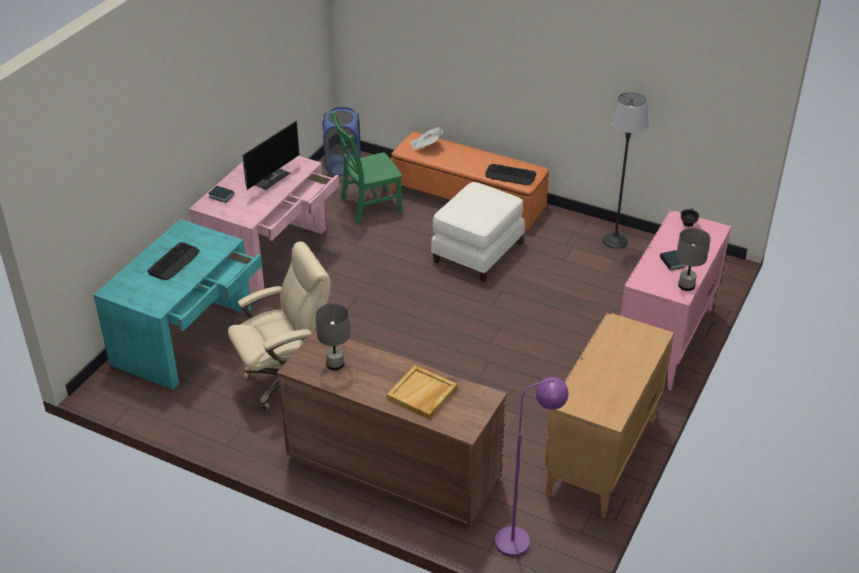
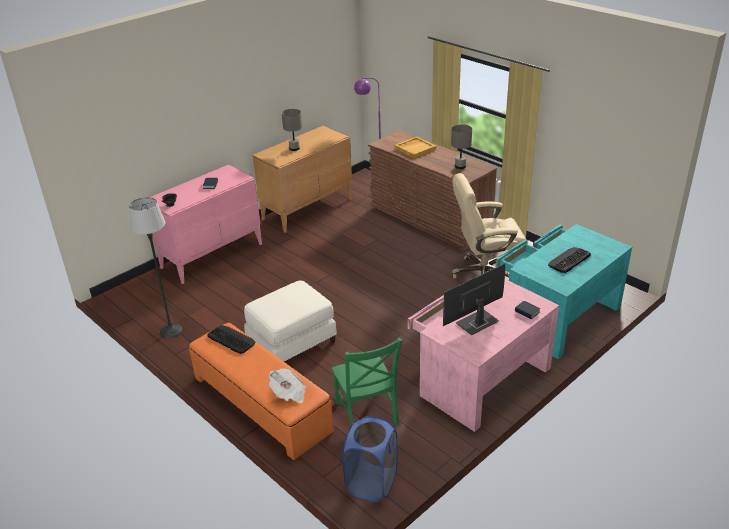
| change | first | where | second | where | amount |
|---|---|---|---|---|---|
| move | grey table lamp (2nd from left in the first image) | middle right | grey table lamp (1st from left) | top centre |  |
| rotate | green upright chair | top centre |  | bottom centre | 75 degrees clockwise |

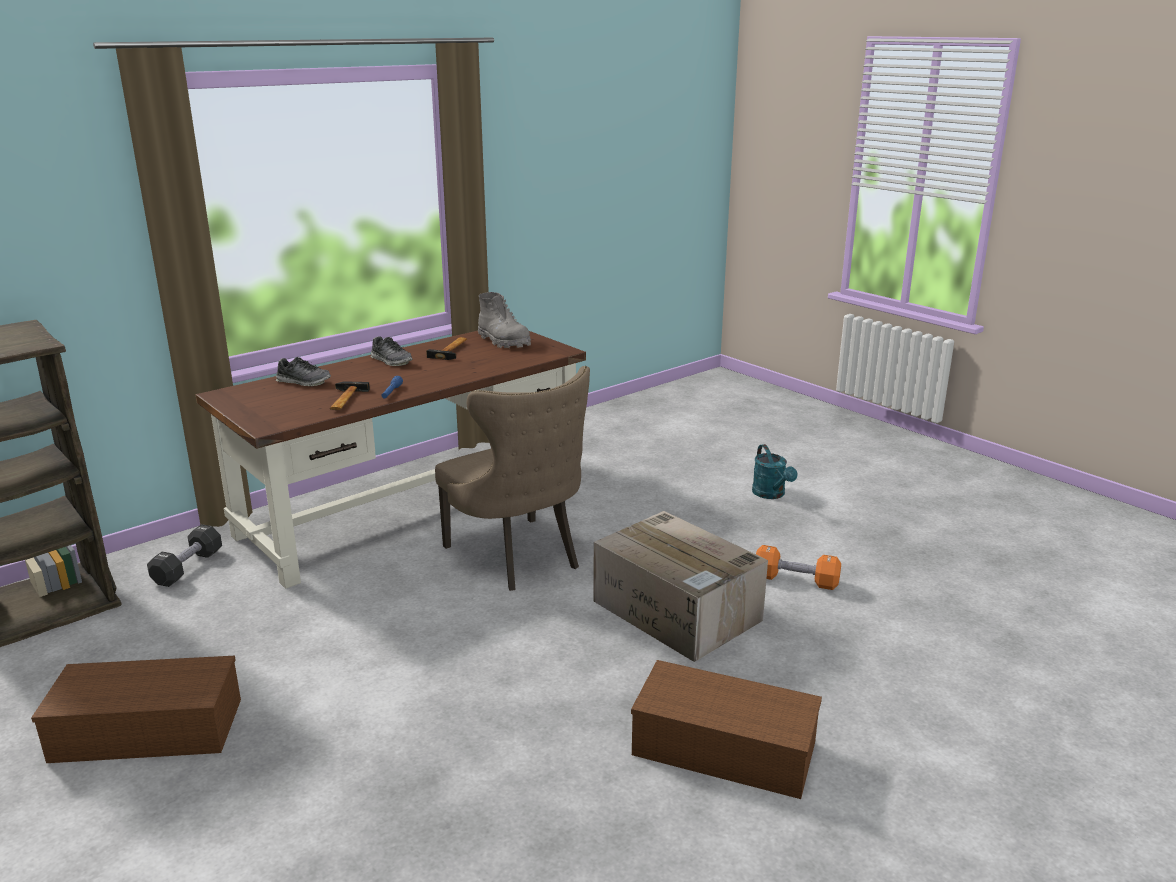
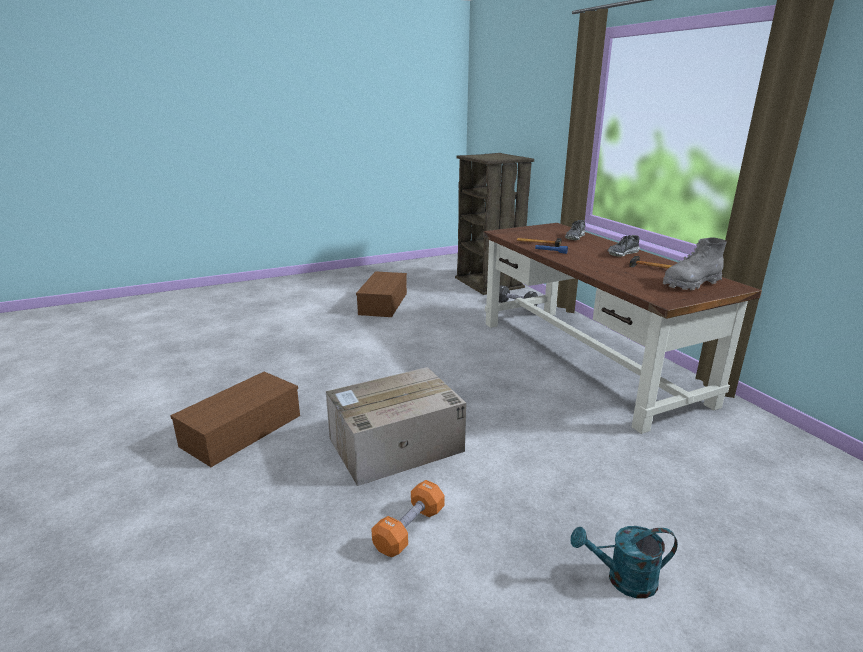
| change | first | where | second | where | amount |
|---|---|---|---|---|---|
| delete | beige-coloured upright chair | centre |  |  |  |

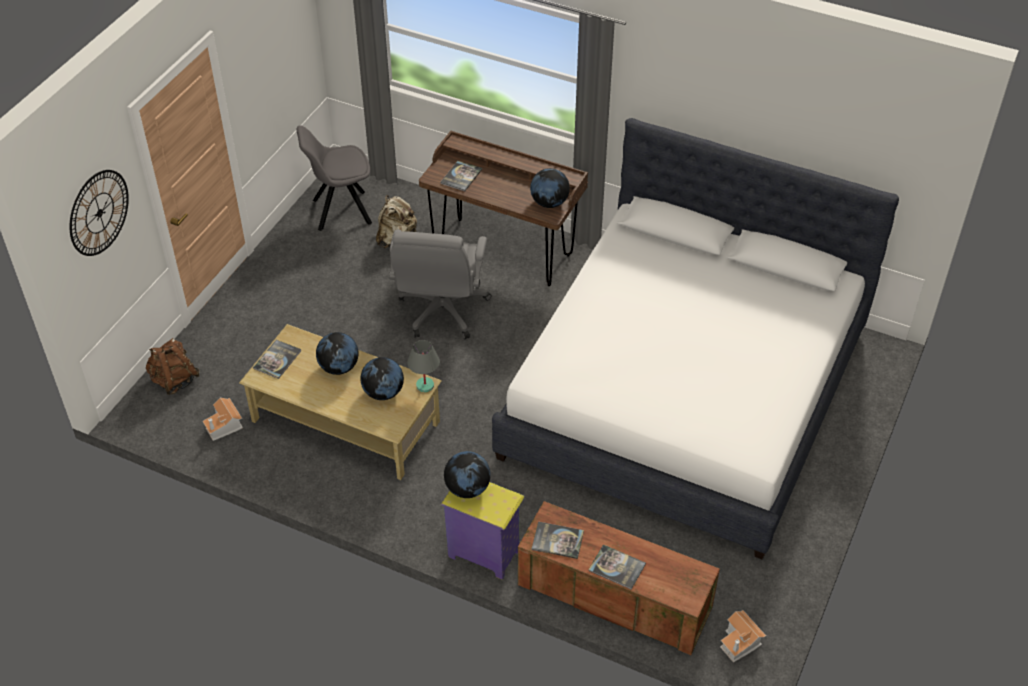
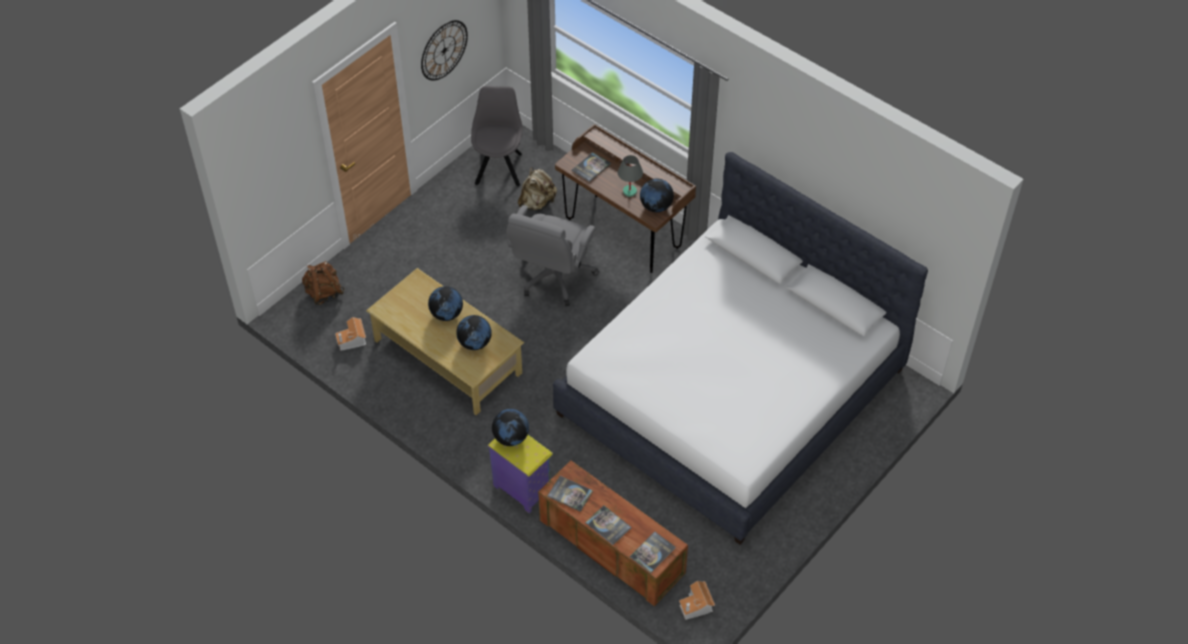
| change | first | where | second | where | amount |
|---|---|---|---|---|---|
| move | wall clock | top left |  | top centre |  |
| rotate | grey upright chair | top left |  | top centre | 90 degrees clockwise |
| move | grey table lamp | centre |  | top centre |  |
| move | bound book (1st from left in the first image) | middle left | bound book (4th from left) | bottom centre |  |

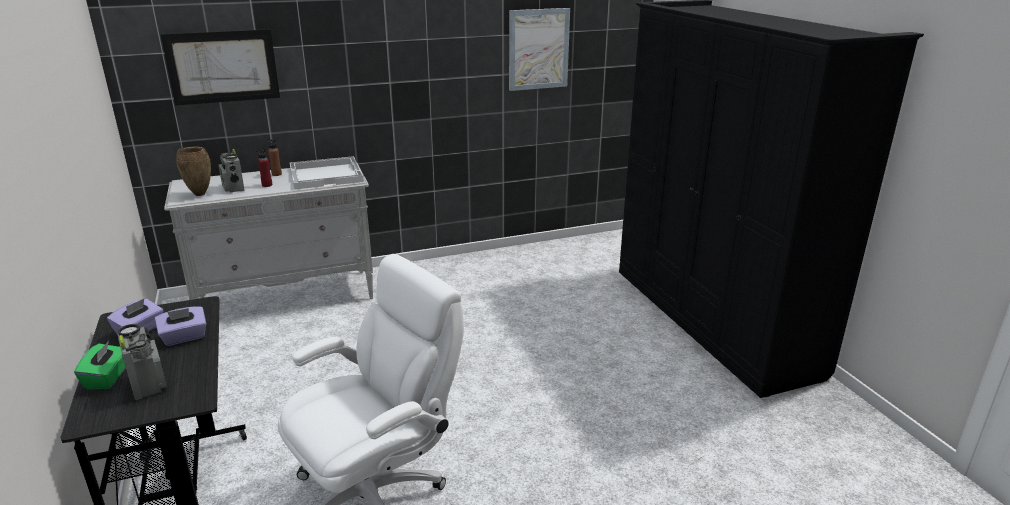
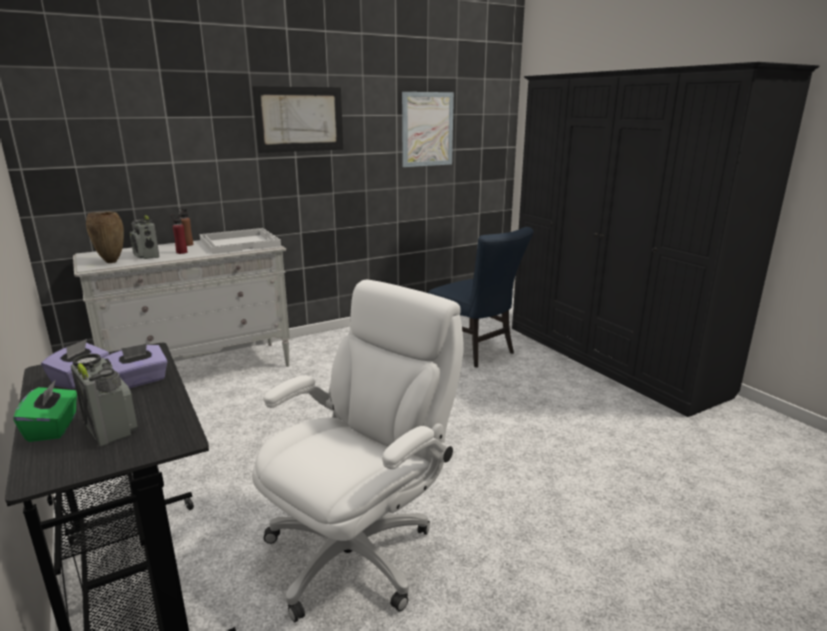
| change | first | where | second | where | amount |
|---|---|---|---|---|---|
| move | picture (1st from left) | top left |  | top centre |  |
| insert |  |  | blue-coloured upright chair | centre |  |

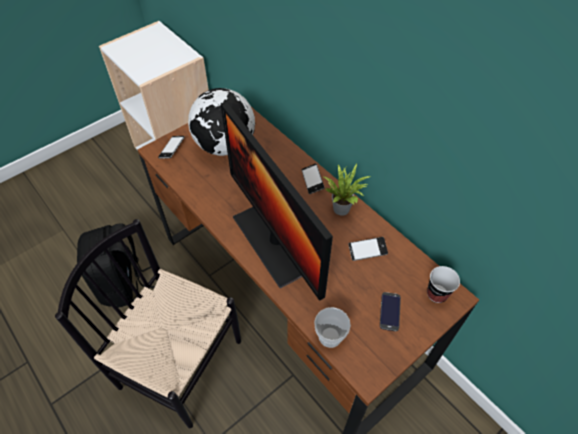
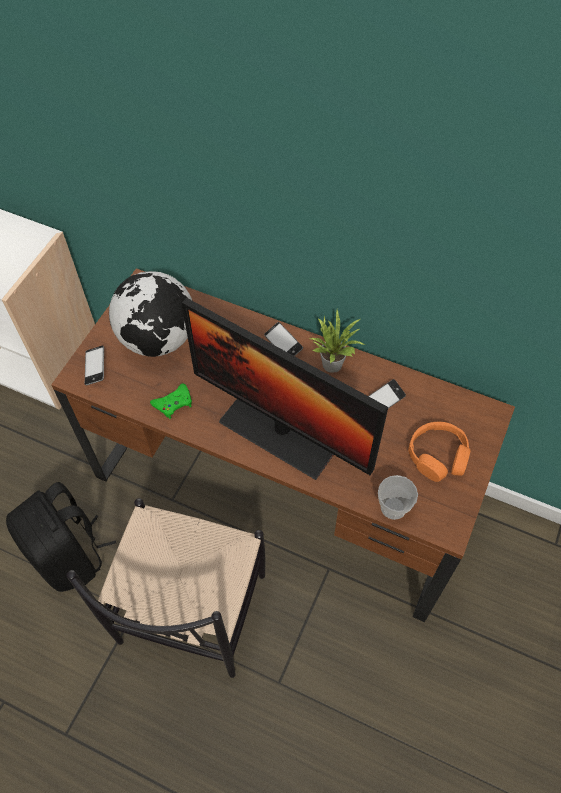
| change | first | where | second | where | amount |
|---|---|---|---|---|---|
| rotate | black-coloured upright chair | bottom left |  | bottom left | 75 degrees counterclockwise |
| insert |  |  | green game controller | middle left |  |
| replace | phone (4th from left) | bottom right | orange headset | middle right |  |
| delete | drinking cup (2nd from left) | middle right |  |  |  |

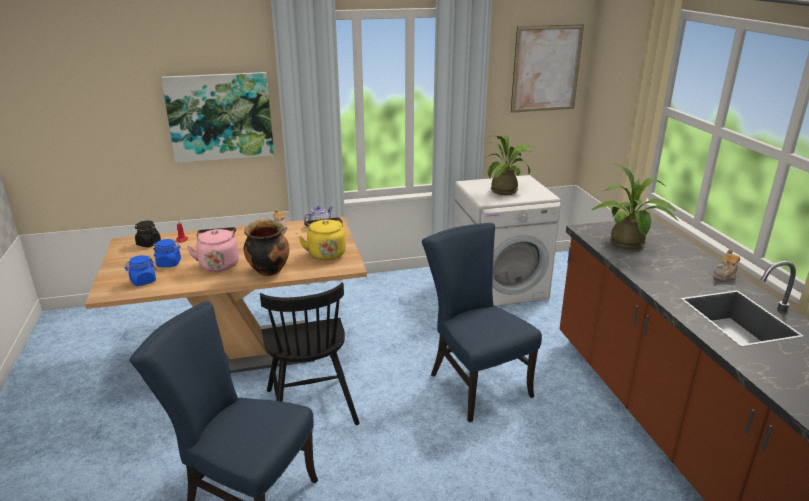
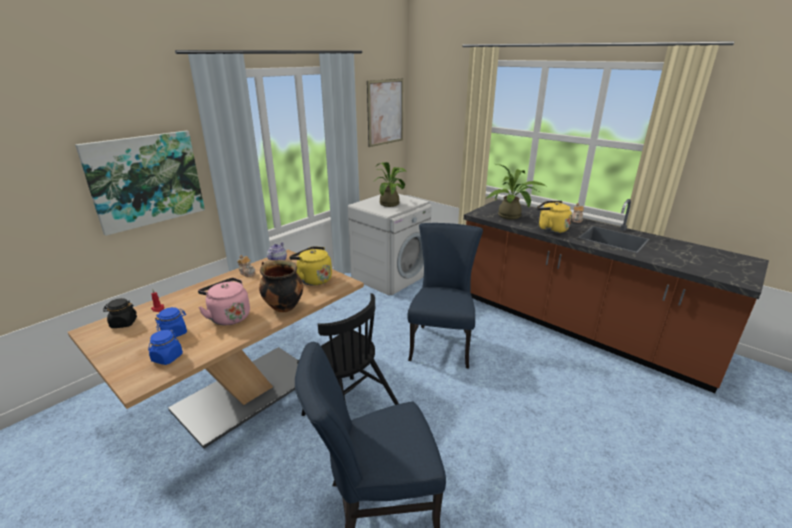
| change | first | where | second | where | amount |
|---|---|---|---|---|---|
| rotate | blue-coloured upright chair (2nd from left) | centre |  | centre | 75 degrees clockwise |
| insert |  |  | yellow kettle (2nd from left) | middle right |  |

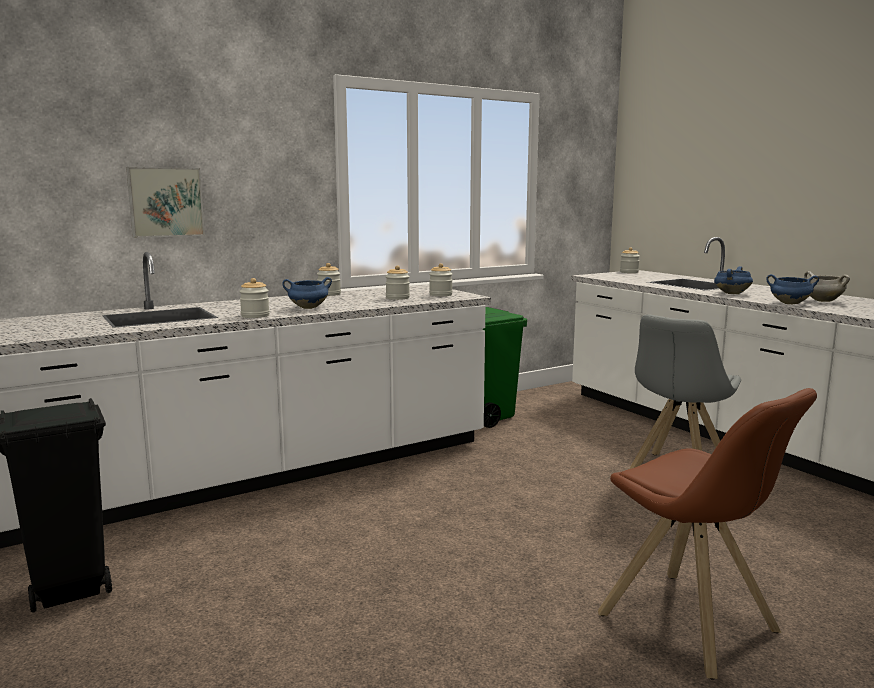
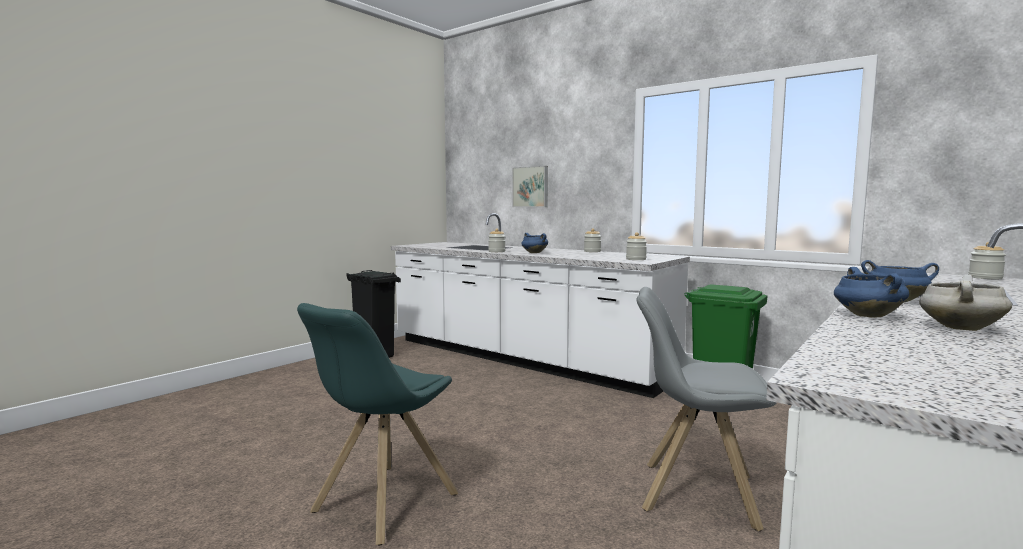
| change | first | where | second | where | amount |
|---|---|---|---|---|---|
| recolor | brown-coloured upright chair | bottom right | blue-green upright chair | bottom centre |  |
| delete | storage jar (3rd from left) | centre |  |  |  |

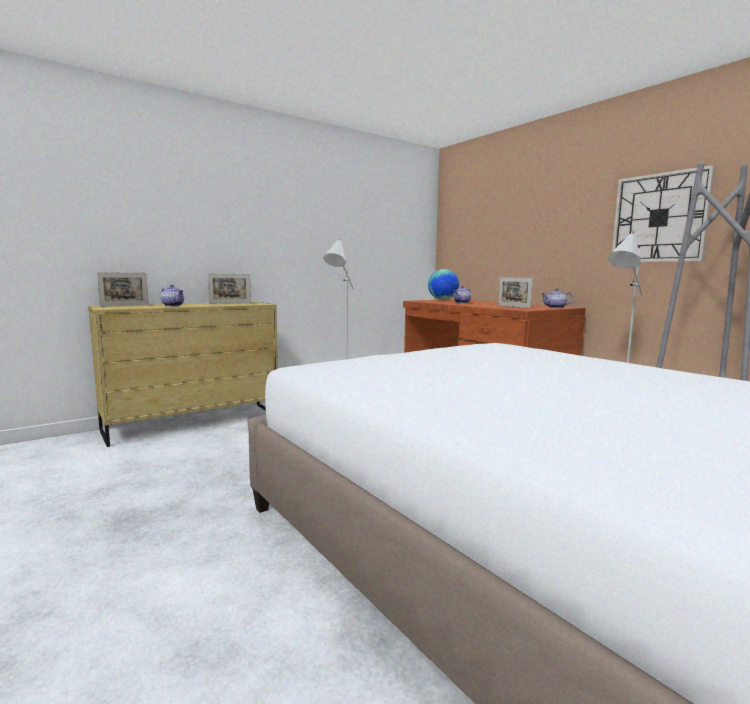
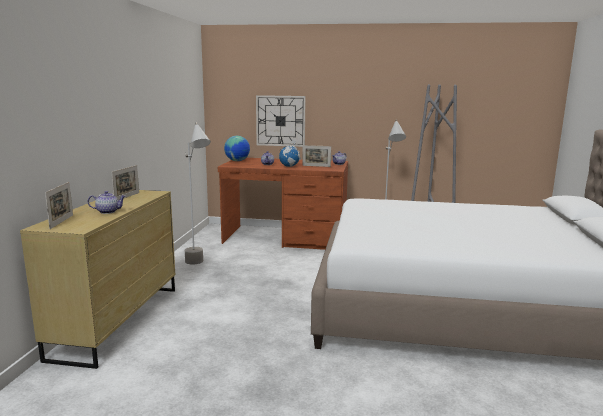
| change | first | where | second | where | amount |
|---|---|---|---|---|---|
| move | wall clock | top right |  | top centre |  |
| insert |  |  | world globe (2nd from left) | centre |  |

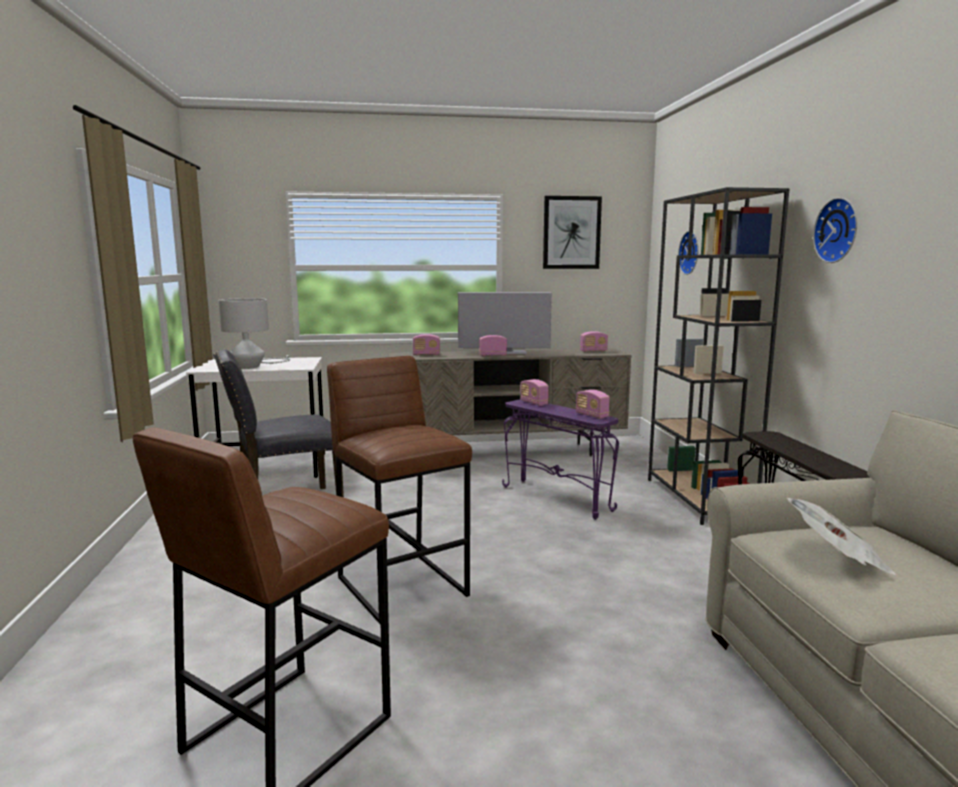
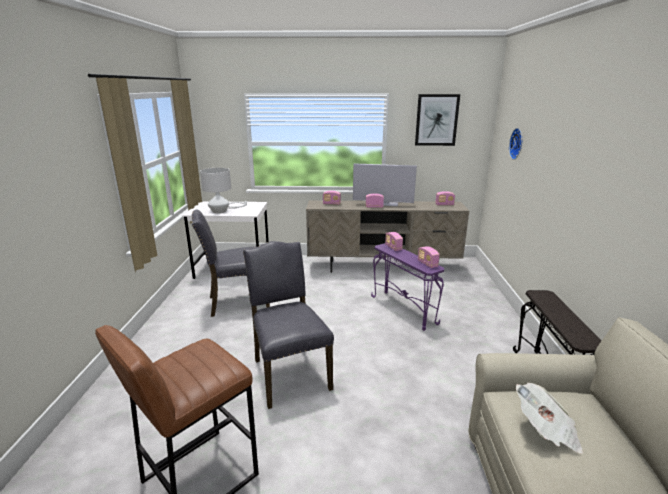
| change | first | where | second | where | amount |
|---|---|---|---|---|---|
| replace | brown-coloured stool seat (2nd from left) | centre | grey upright chair (2nd from left) | centre |  |
| delete | bookshelf | middle right |  |  |  |
| delete | wall clock (2nd from left) | top right |  |  |  |

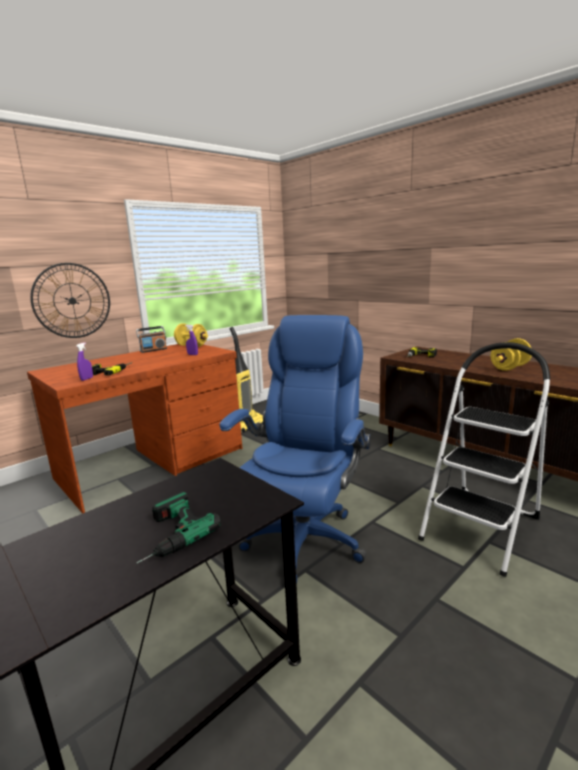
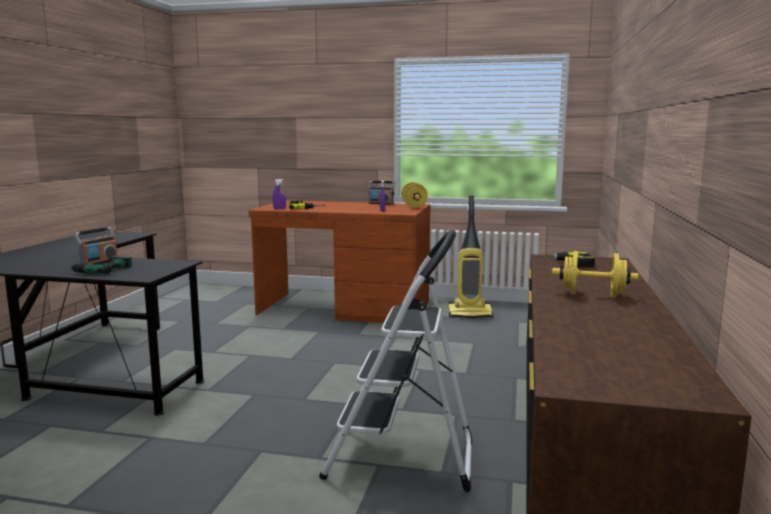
| change | first | where | second | where | amount |
|---|---|---|---|---|---|
| insert |  |  | radio receiver (1st from left) | middle left |  |
| delete | wall clock | middle left |  |  |  |
| delete | blue-coloured computer chair | centre |  |  |  |

